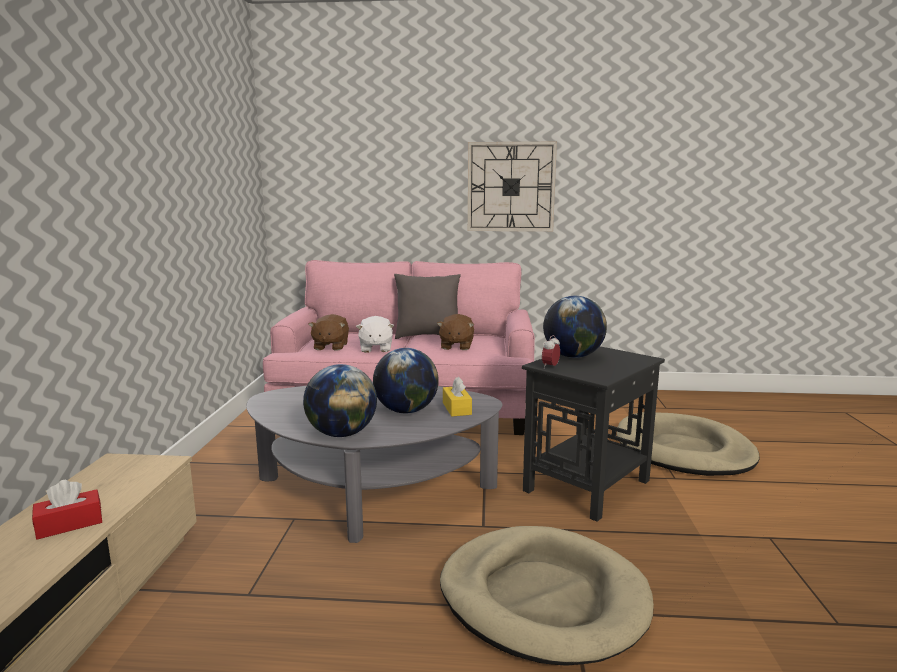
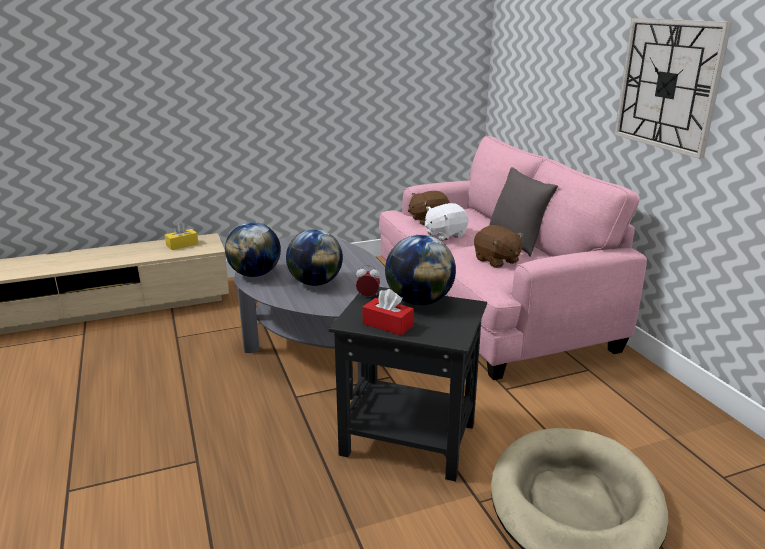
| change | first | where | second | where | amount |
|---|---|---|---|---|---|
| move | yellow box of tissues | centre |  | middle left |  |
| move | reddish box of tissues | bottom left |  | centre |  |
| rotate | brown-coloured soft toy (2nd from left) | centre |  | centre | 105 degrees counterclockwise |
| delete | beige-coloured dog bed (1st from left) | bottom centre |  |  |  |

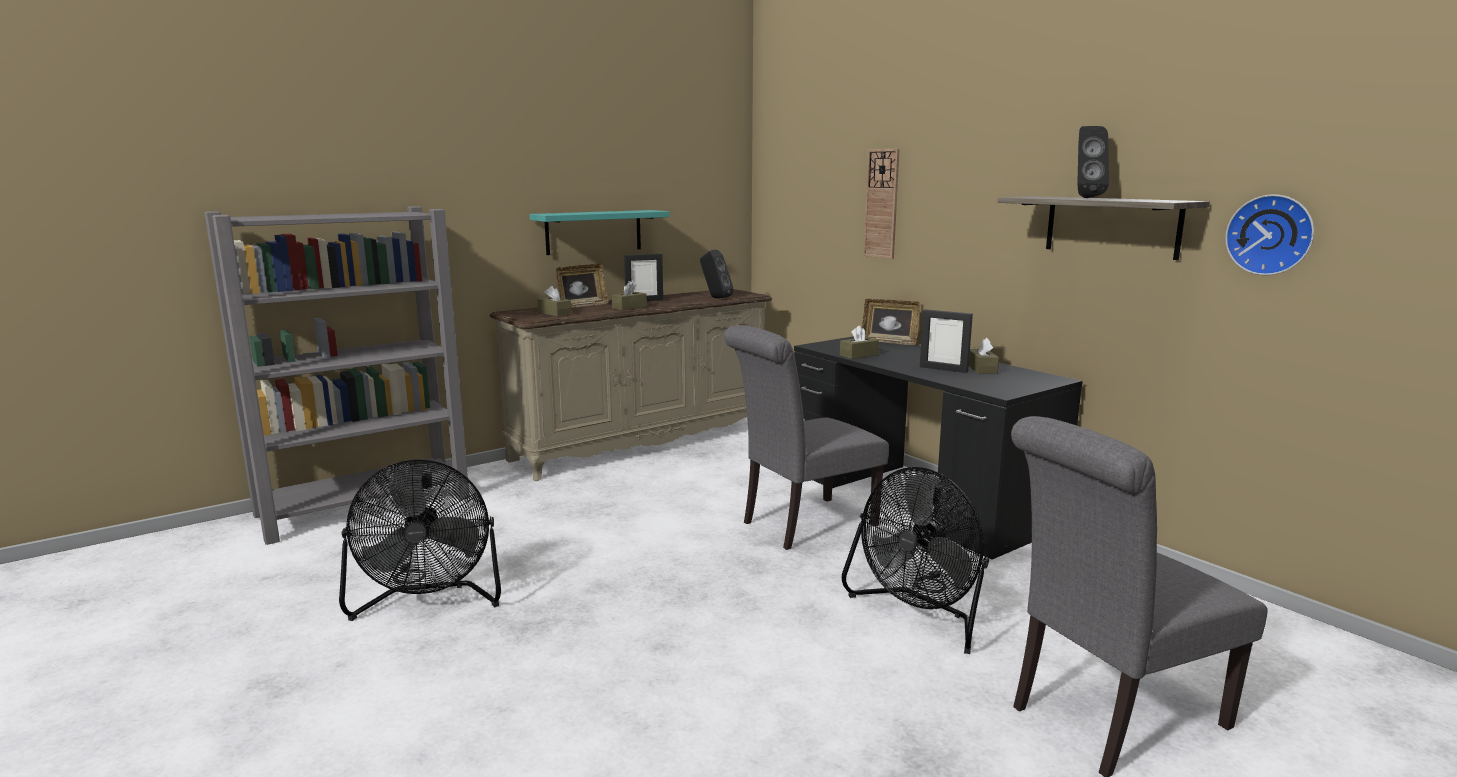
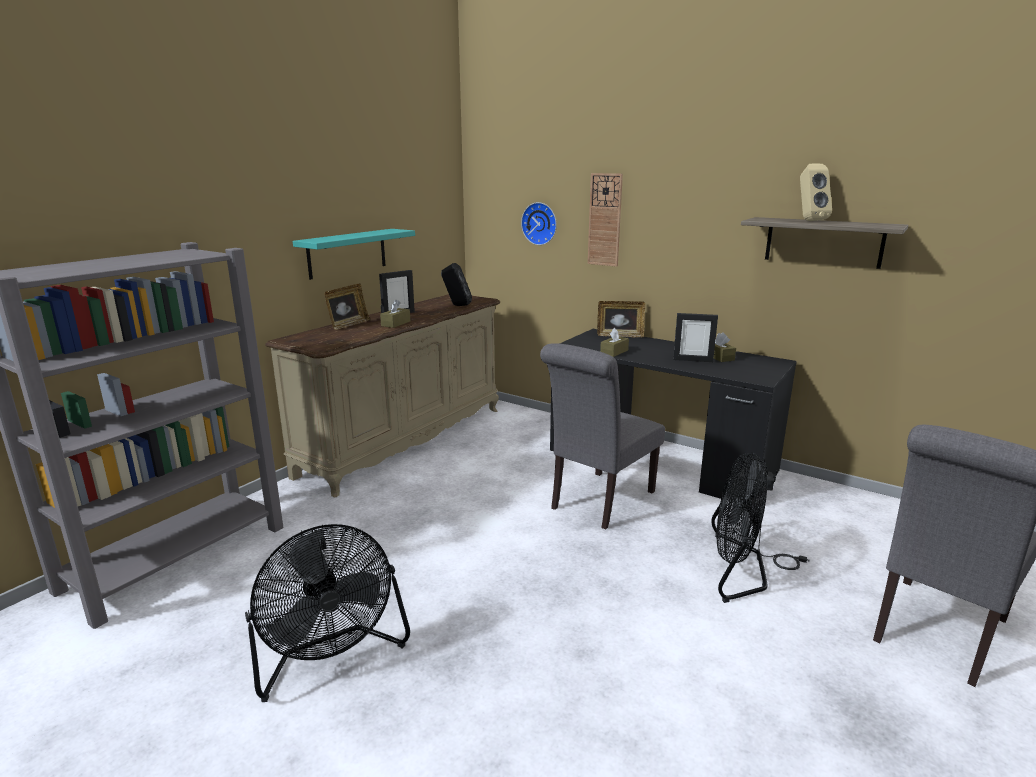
| change | first | where | second | where | amount |
|---|---|---|---|---|---|
| move | wall clock (2nd from left in the first image) | top right | wall clock (1st from left) | top centre |  |
| rotate | black-coloured cooling fan (2nd from left) | bottom centre |  | bottom right | 75 degrees clockwise |
| recolor | black-coloured audio speaker (2nd from left) | top right | beige-coloured audio speaker | top right |  |
| delete | brown-coloured box of tissues (1st from left) | centre |  |  |  |

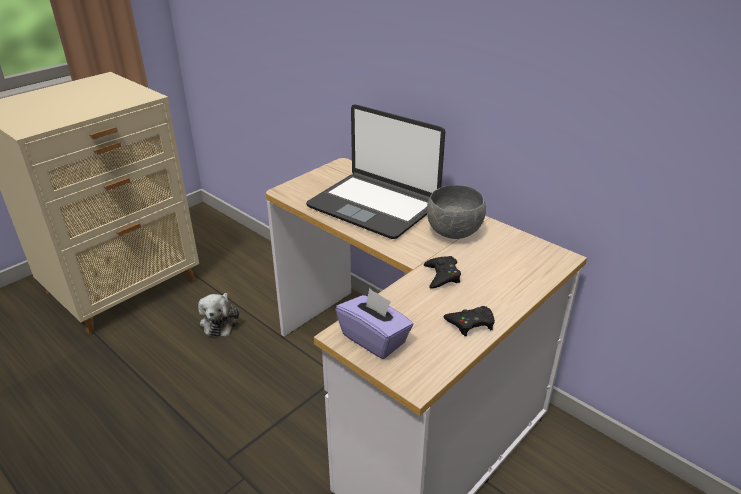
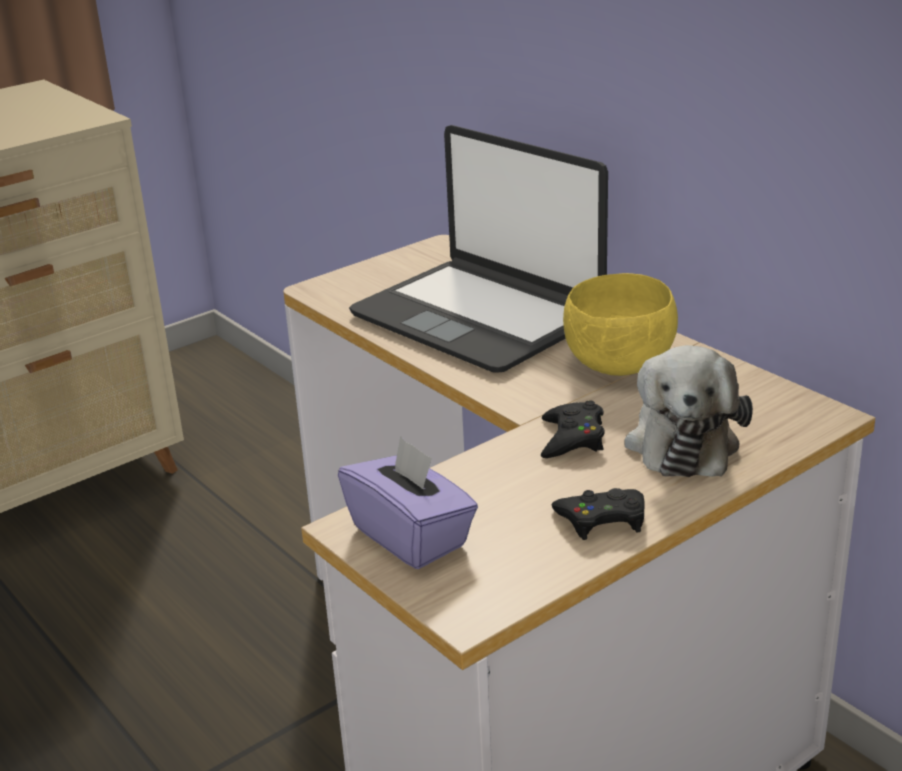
| change | first | where | second | where | amount |
|---|---|---|---|---|---|
| recolor | grey serving bowl | centre | yellow serving bowl | middle right |  |
| move | soft toy | middle left |  | middle right |  |

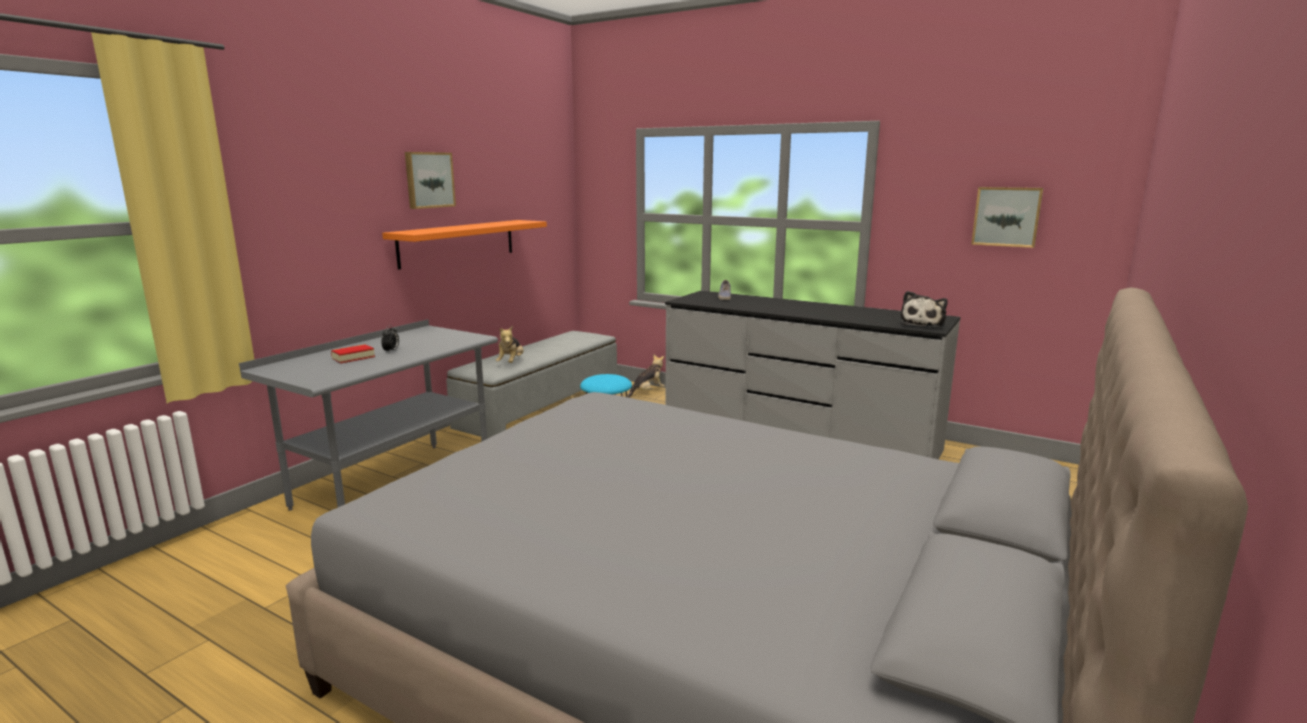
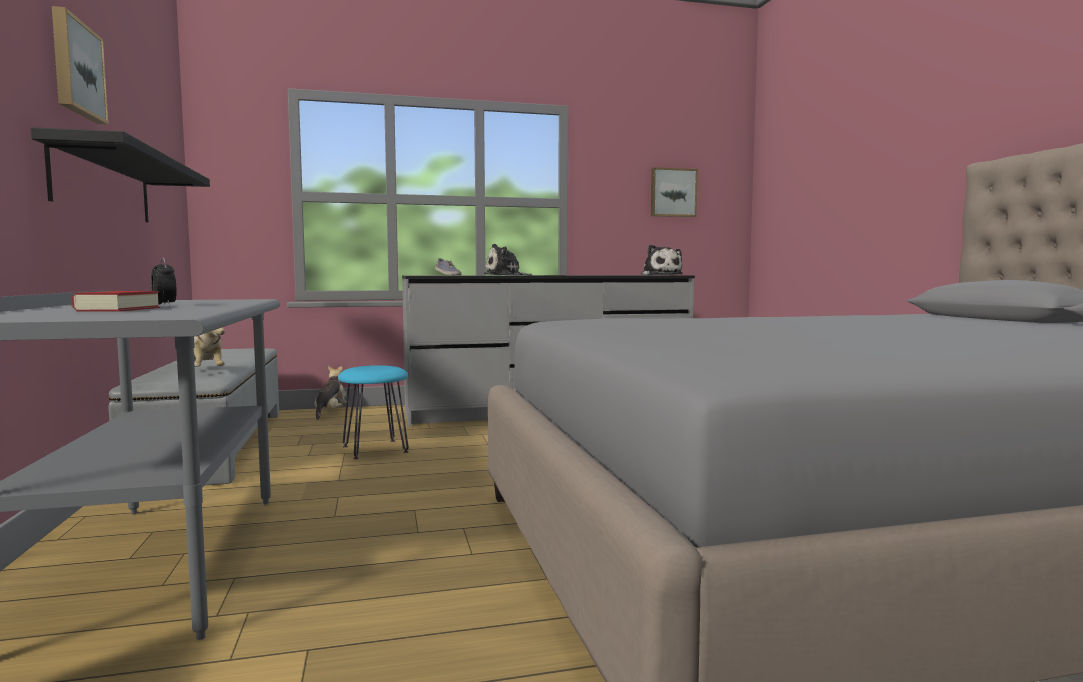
| change | first | where | second | where | amount |
|---|---|---|---|---|---|
| recolor | orange shelf | centre | black-coloured shelf | top left |  |
| insert |  |  | soft toy (3rd from left) | centre |  |

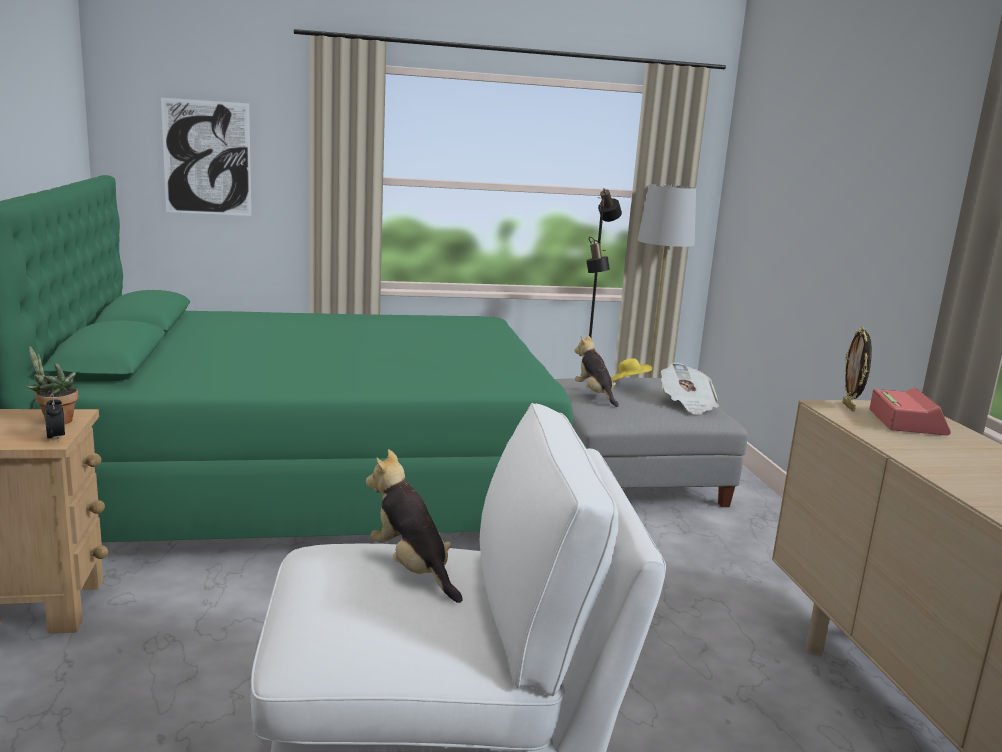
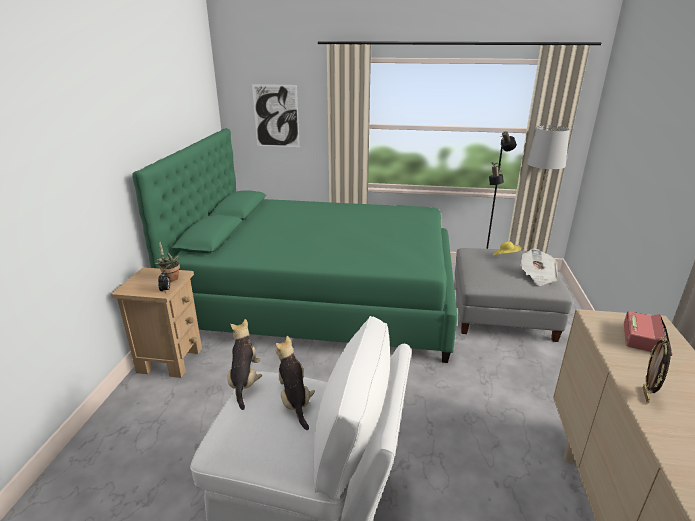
| change | first | where | second | where | amount |
|---|---|---|---|---|---|
| move | soft toy (2nd from left in the first image) | centre | soft toy (1st from left) | bottom centre |  |
| move | standing frame | middle right |  | bottom right |  |

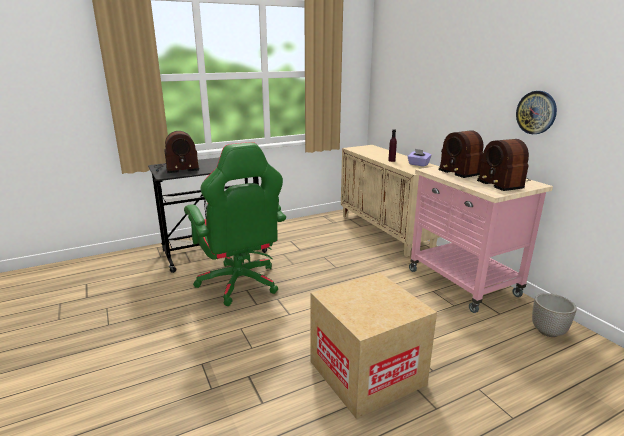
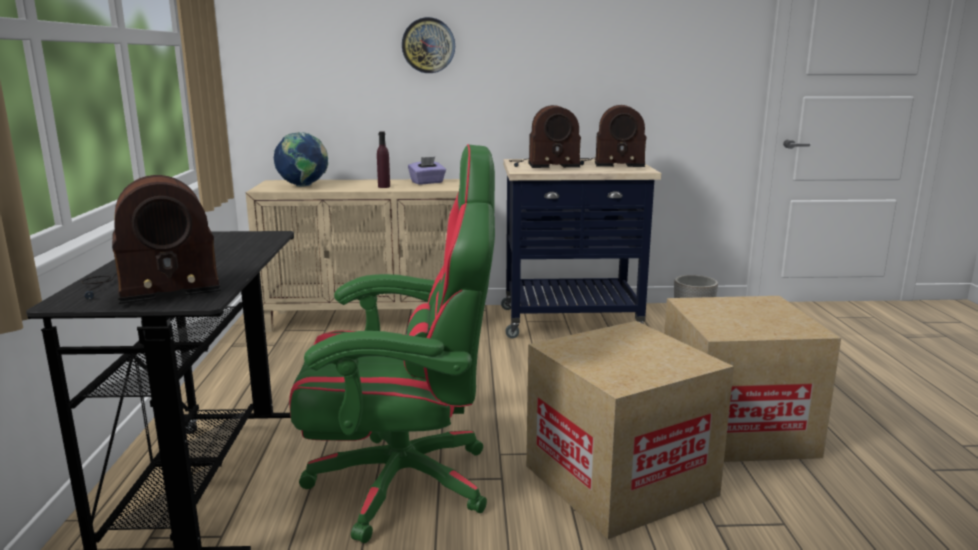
| change | first | where | second | where | amount |
|---|---|---|---|---|---|
| rotate | radio receiver (1st from left) | middle left |  | middle left | 60 degrees clockwise |
| insert |  |  | world globe | top left |  |
| move | wall clock | top right |  | top centre |  |
| recolor | pink wheeled cart | middle right | blue-coloured wheeled cart | centre |  |
| insert |  |  | carton (1st from left) | bottom centre |  |

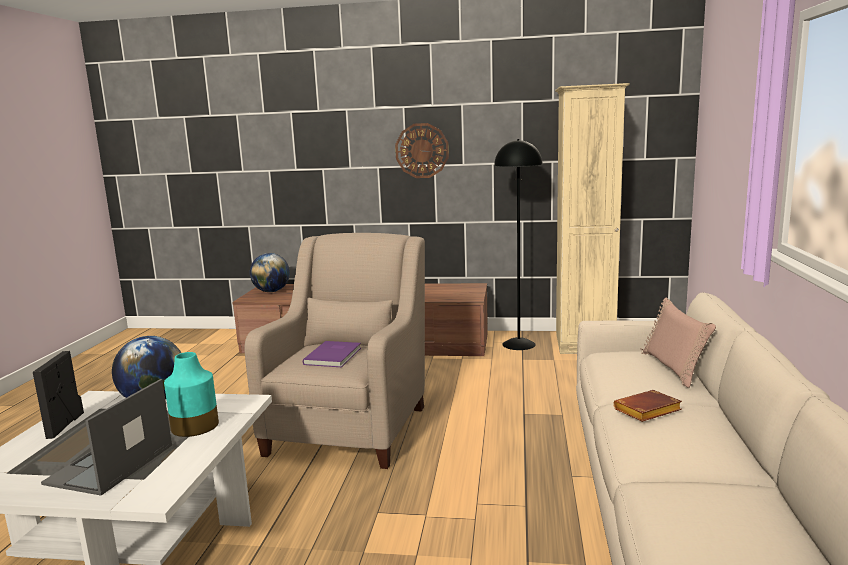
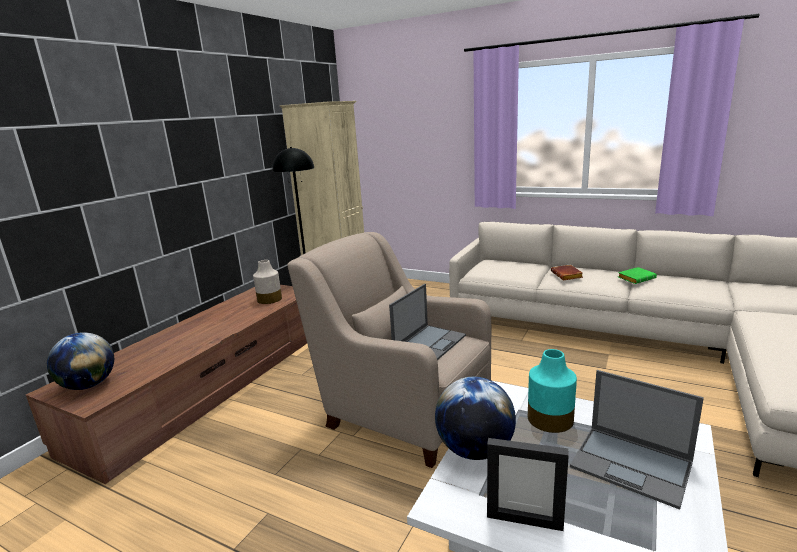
| change | first | where | second | where | amount |
|---|---|---|---|---|---|
| insert |  |  | beige-coloured decorative vase | centre |  |
| replace | purplish bound book | centre | notebook computer (1st from left) | centre |  |
| insert |  |  | green bound book | middle right |  |
| delete | wall clock | top centre |  |  |  |
| delete | beige-coloured throw pillow | middle right |  |  |  |

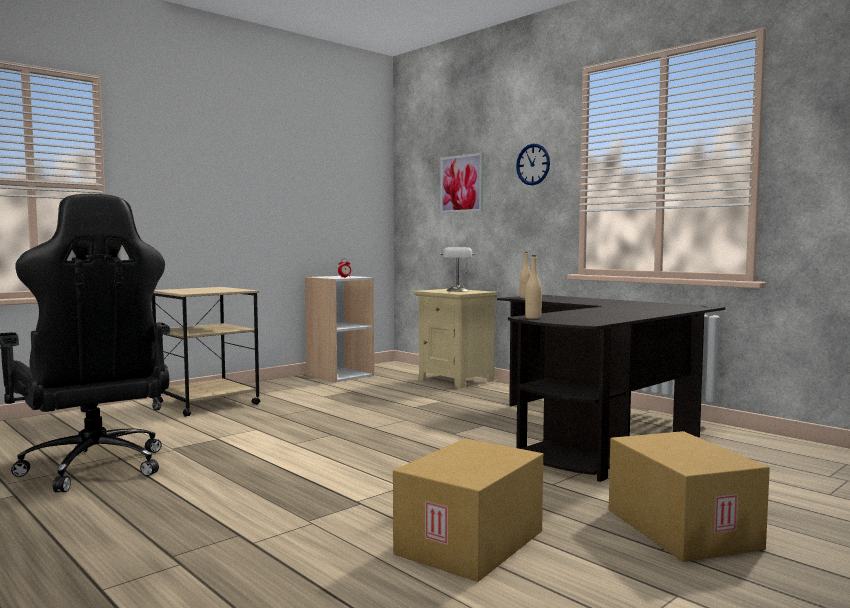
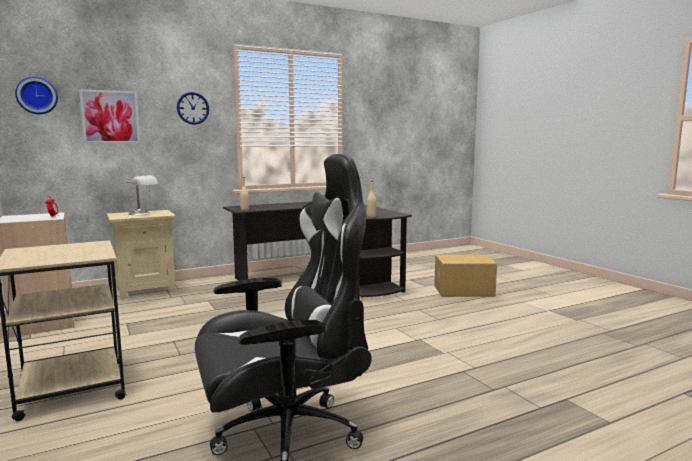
| change | first | where | second | where | amount |
|---|---|---|---|---|---|
| insert |  |  | wall clock (1st from left) | top left |  |
| delete | carton (1st from left) | bottom centre |  |  |  |

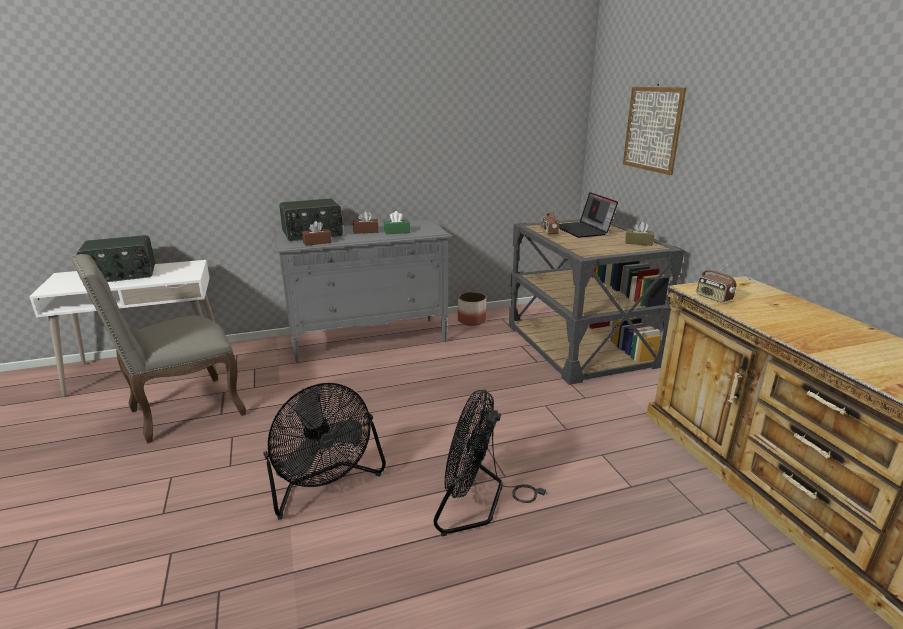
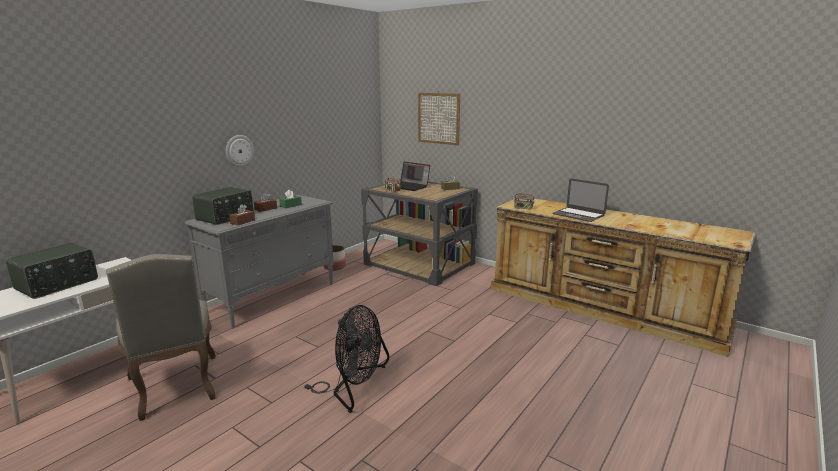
| change | first | where | second | where | amount |
|---|---|---|---|---|---|
| rotate | grey upright chair | middle left |  | bottom left | 45 degrees counterclockwise |
| insert |  |  | wall clock | top left |  |
| insert |  |  | notebook computer (2nd from left) | middle right |  |
| delete | black-coloured cooling fan (2nd from left) | bottom centre |  |  |  |

